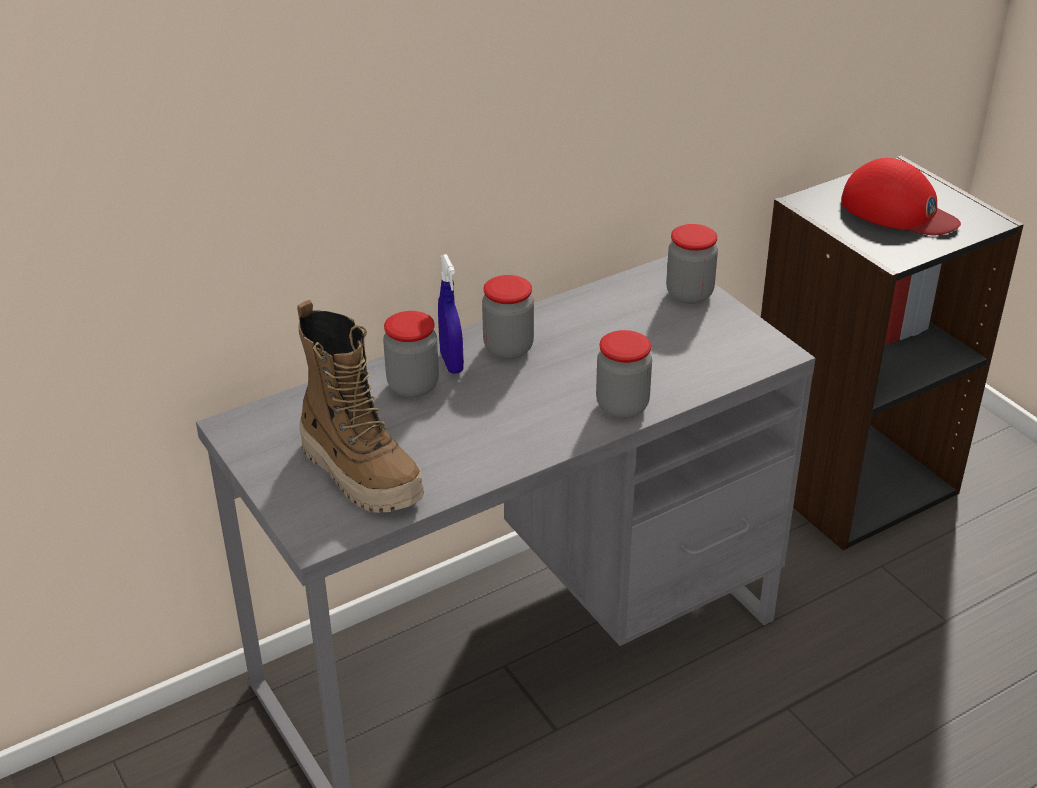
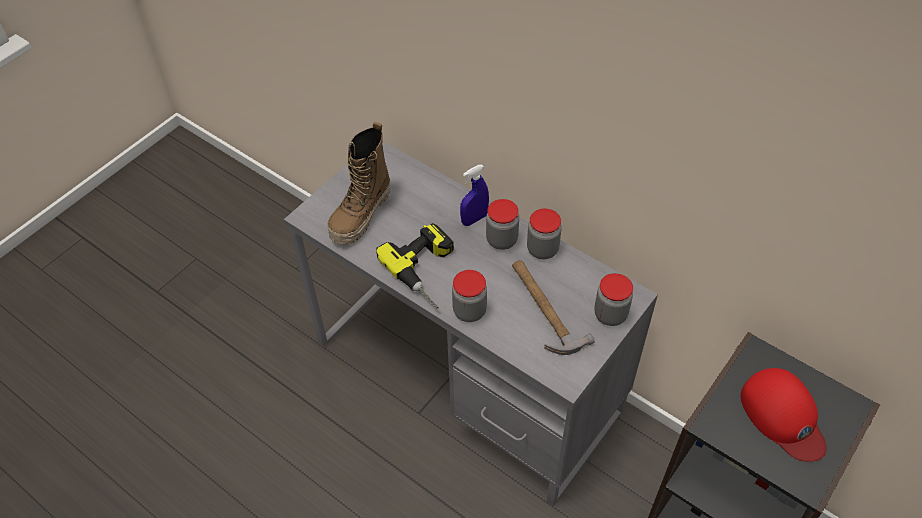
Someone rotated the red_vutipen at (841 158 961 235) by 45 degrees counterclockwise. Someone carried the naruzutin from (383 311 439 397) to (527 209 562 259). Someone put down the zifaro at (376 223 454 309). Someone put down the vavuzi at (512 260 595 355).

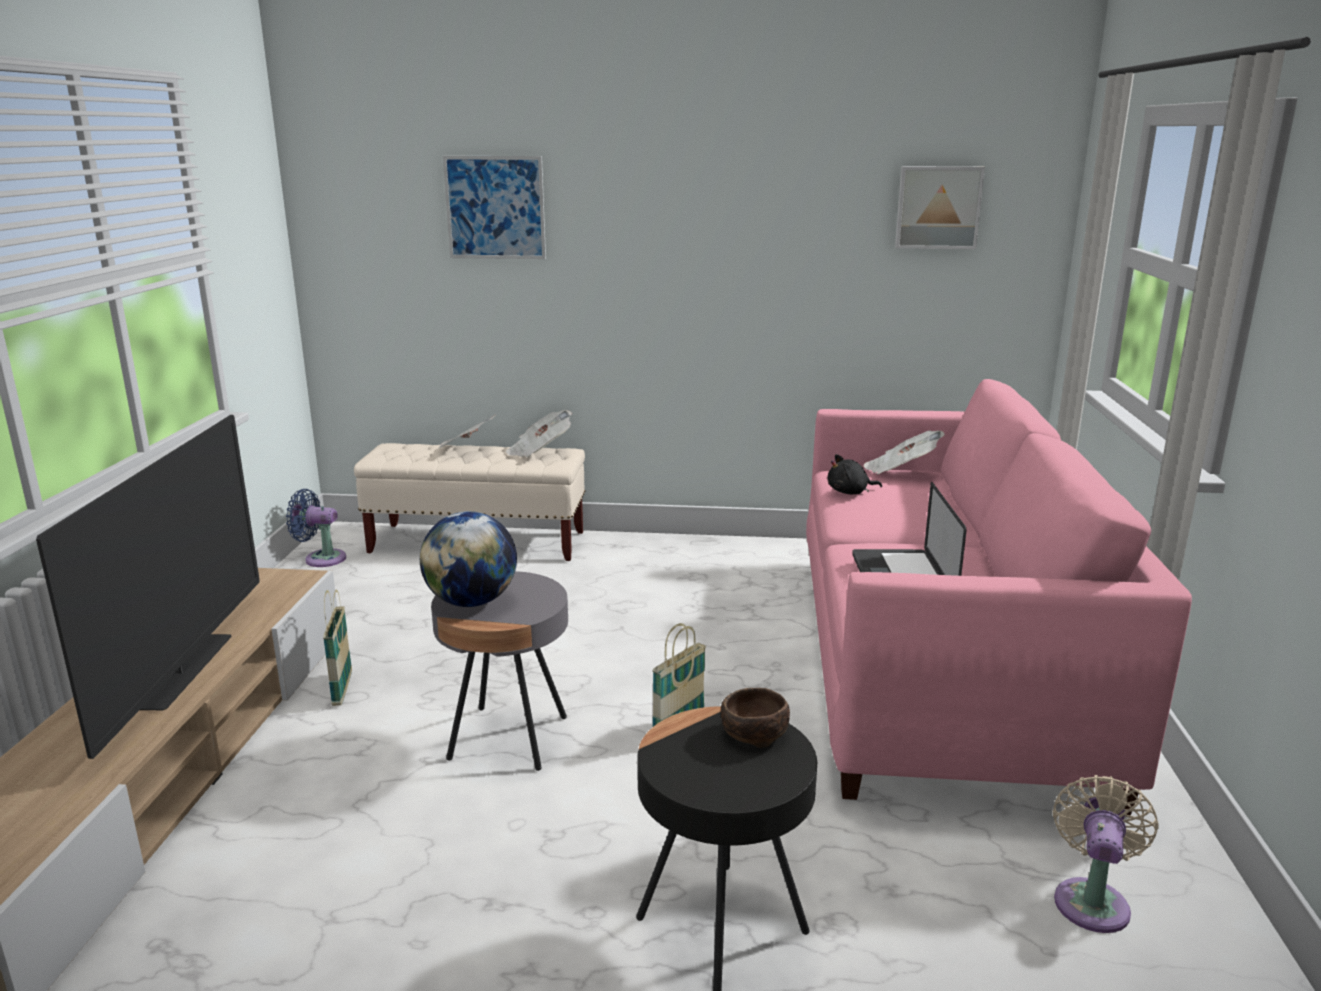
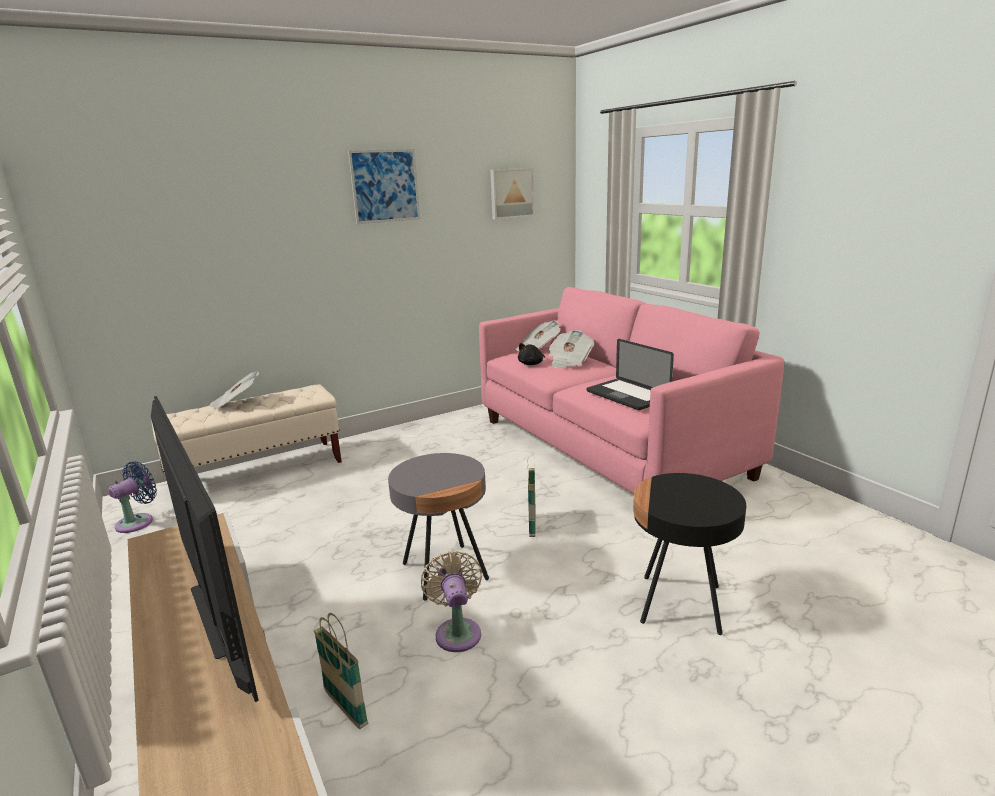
Someone carried the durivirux from (443 156 546 259) to (348 149 420 224). Someone carried the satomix from (506 410 572 457) to (549 330 594 368). Someone rotated the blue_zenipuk at (286 489 346 567) by 150 degrees clockwise. Someone took away the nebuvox at (420 511 517 607). Someone carried the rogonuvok from (323 589 352 706) to (314 613 368 729). Someone took away the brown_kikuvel at (721 688 790 748). Someone carried the beige_zenipuk from (1053 775 1158 933) to (421 551 482 652).

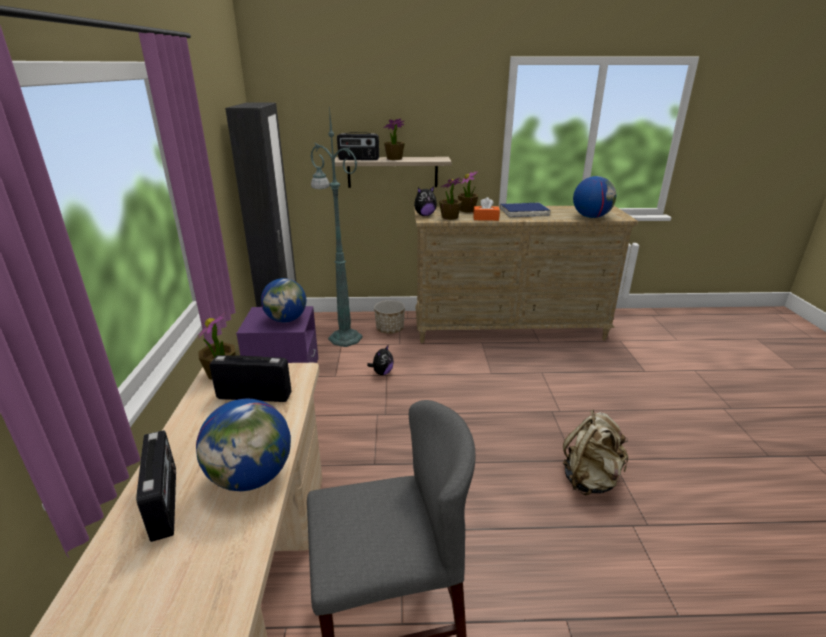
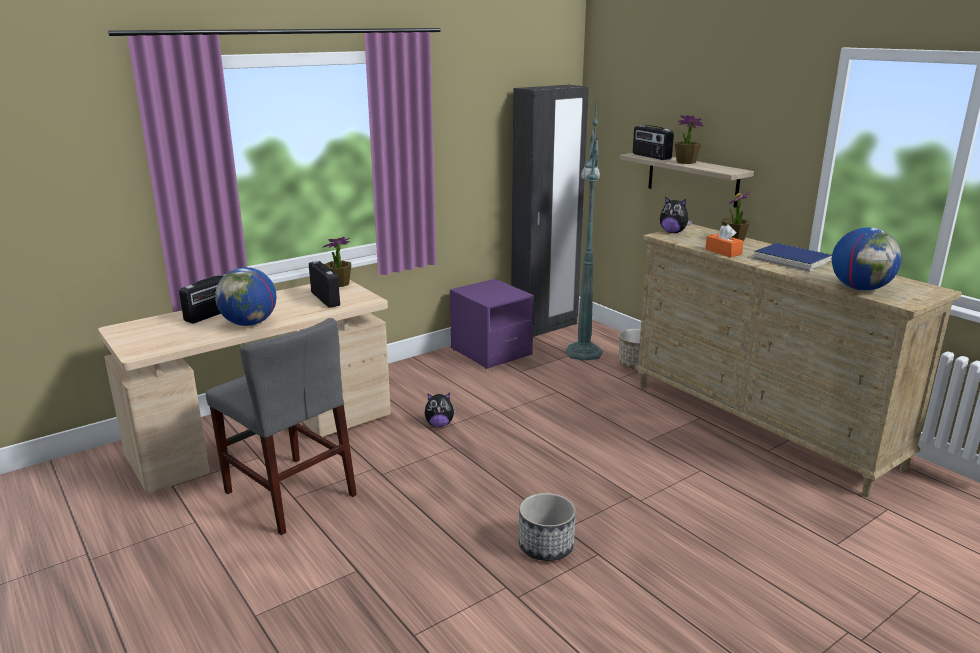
Someone took away the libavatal at (439 177 462 220). Someone took away the nebuvox at (261 278 306 323). Someone carried the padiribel from (367 345 394 375) to (425 393 456 427). Someone swapped the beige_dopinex at (563 410 628 495) for the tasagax at (519 493 576 561).

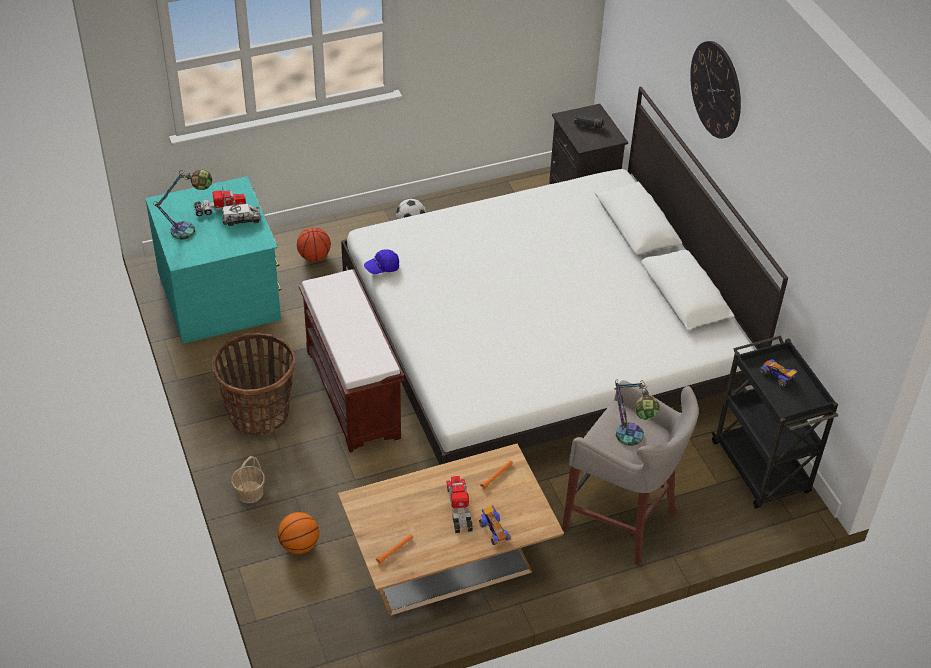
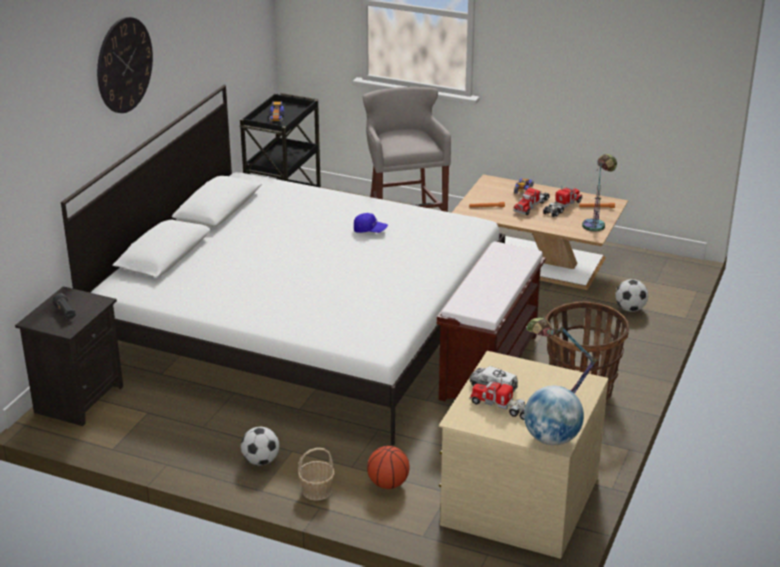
Someone repainted the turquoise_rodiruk at (145 176 282 344), which became the beige_rodiruk at (439 351 609 559). Someone carried the blue_vutipen from (364 249 399 274) to (354 213 388 233). Someone carried the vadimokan from (615 379 660 446) to (582 154 617 232). Someone carried the rogonuvok from (231 456 265 503) to (298 448 335 501). Someone swapped the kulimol at (278 512 319 554) for the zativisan at (615 279 648 312). Someone put down the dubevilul at (543 186 582 218). Someone put down the nebuvox at (524 385 584 445).

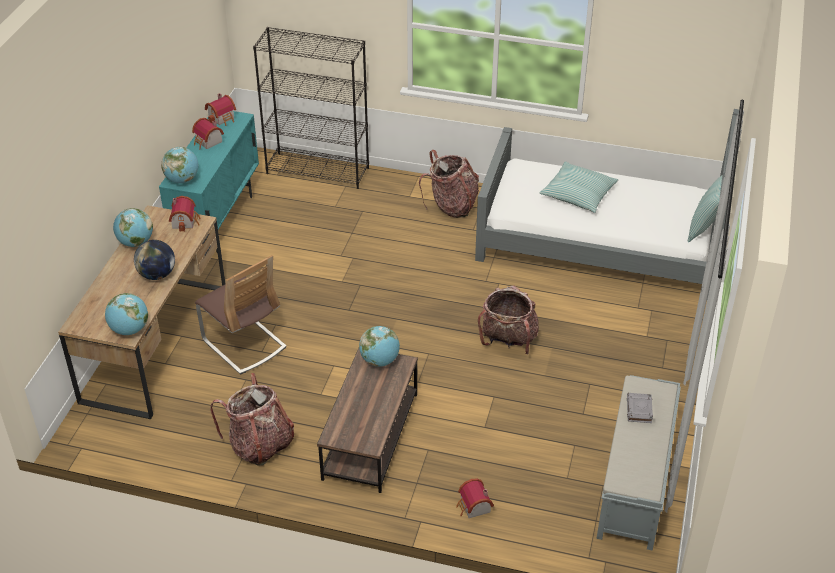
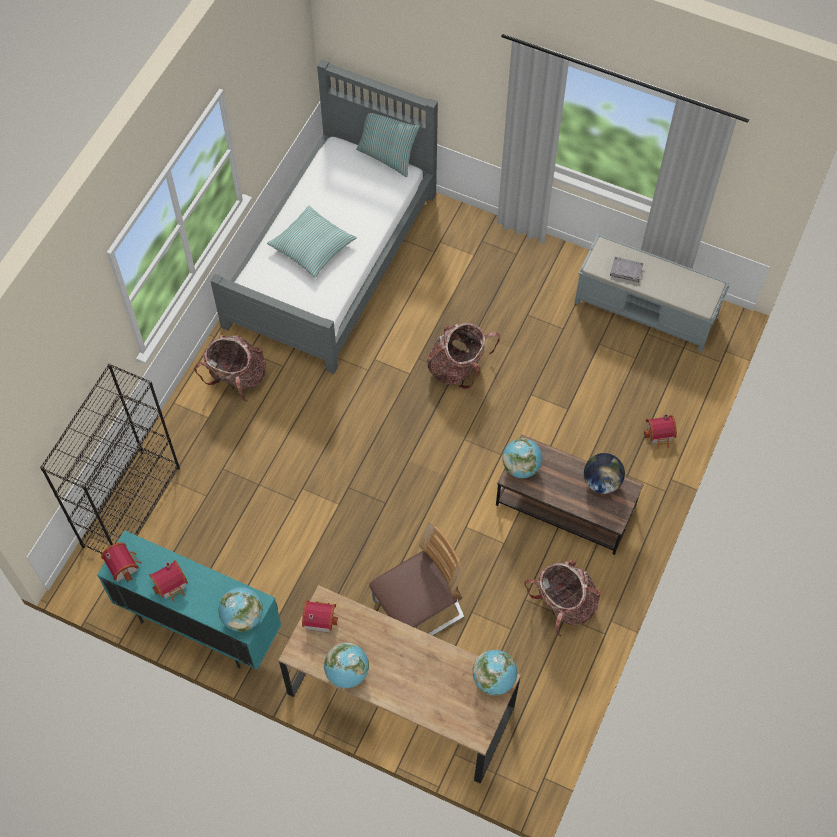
Someone carried the nebuvox from (134 240 175 280) to (584 453 625 494).

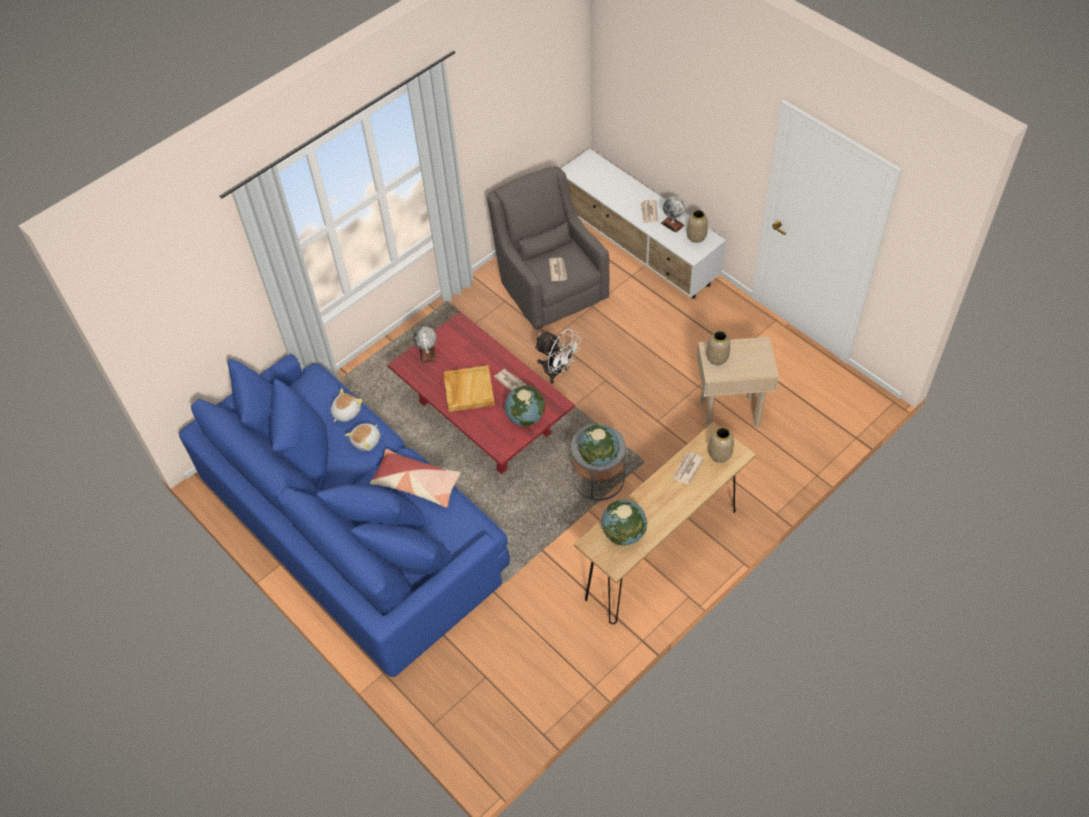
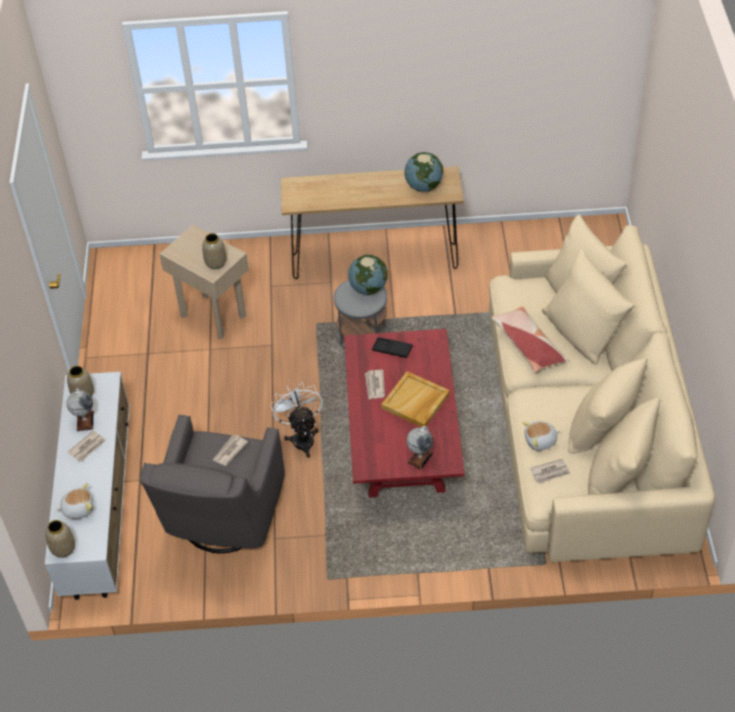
Someone repainted the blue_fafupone at (179 354 510 677), which became the beige_fafupone at (489 214 715 562). Someone swapped the nebuvox at (505 386 545 427) for the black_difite at (372 337 413 358). Someone carried the padiribel from (345 423 380 451) to (56 483 93 519). Someone carried the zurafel from (708 427 734 463) to (45 520 75 558). Someone carried the satomix from (673 452 705 484) to (529 458 571 484).

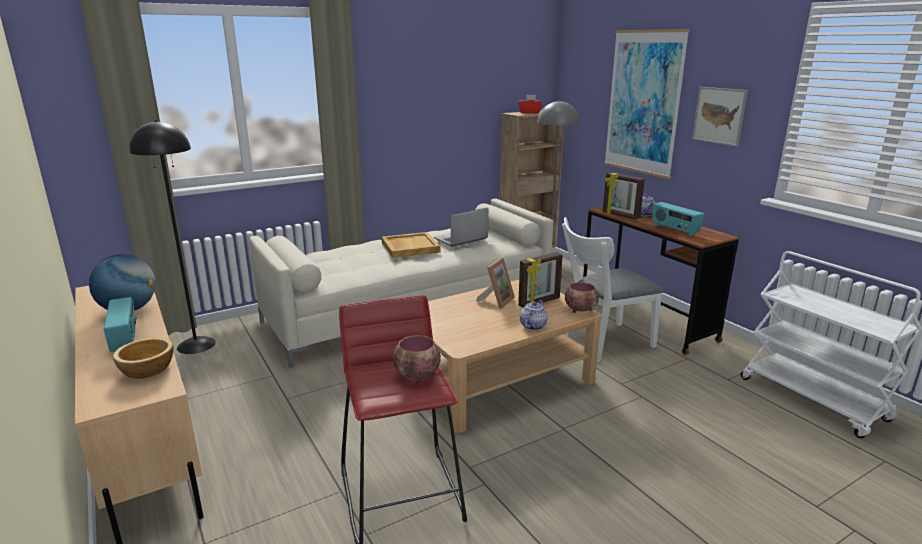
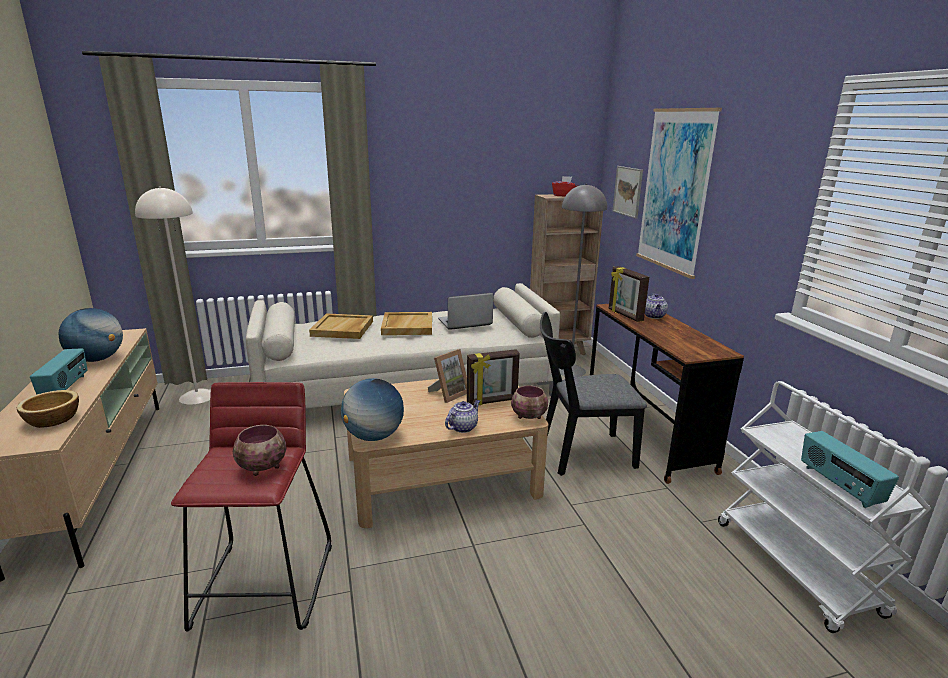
Someone carried the durivirux from (692 87 748 147) to (613 166 643 219). Someone repainted the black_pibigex at (129 120 216 354), which became the beige_pibigex at (135 186 211 405). Someone carried the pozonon from (652 202 705 237) to (801 431 899 508). Someone repainted the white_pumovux at (562 217 664 363), which became the black_pumovux at (540 312 647 476). Someone put down the beige_difite at (309 313 373 339). Someone put down the nebuvox at (341 378 404 441).

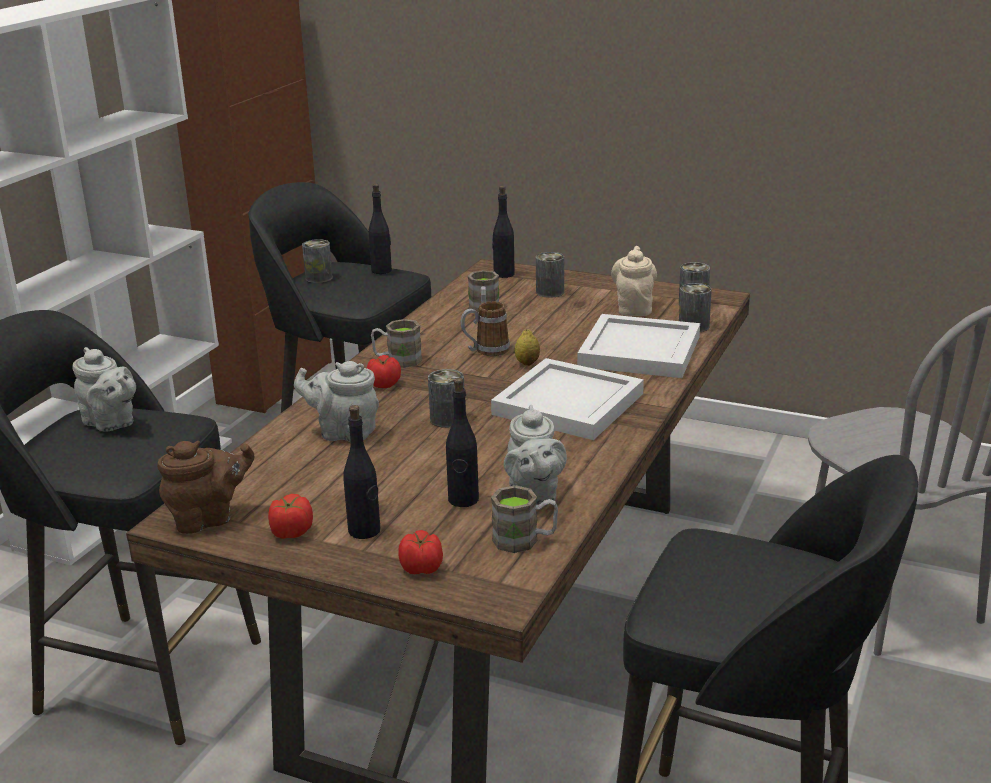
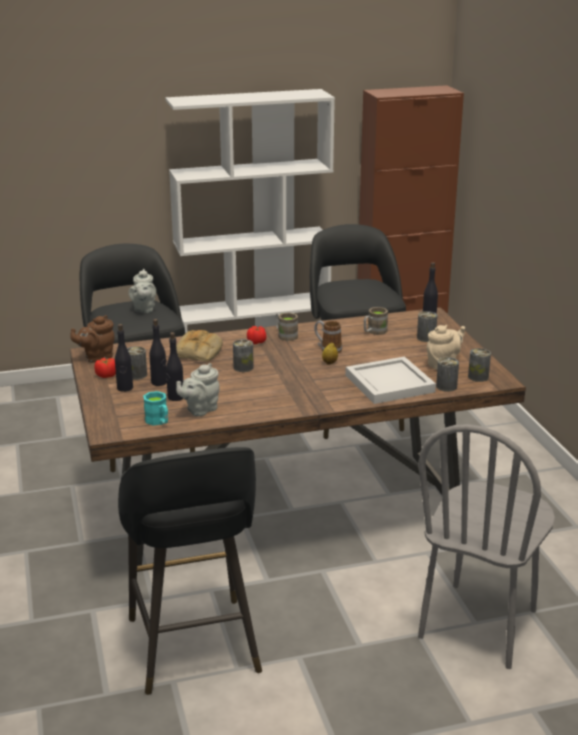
Someone carried the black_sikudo from (369 184 392 274) to (149 319 167 386). Someone carried the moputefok from (302 239 333 283) to (127 346 147 380). Someone took away the white_difite at (491 358 644 440). Someone swapped the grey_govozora at (294 361 379 442) for the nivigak at (176 330 223 361). Someone rotated the brown_govozora at (157 441 254 534) by 120 degrees clockwise. Someone repainted the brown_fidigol at (491 485 558 553), which became the turquoise_fidigol at (143 391 168 426). Someone took away the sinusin at (398 530 443 574).

